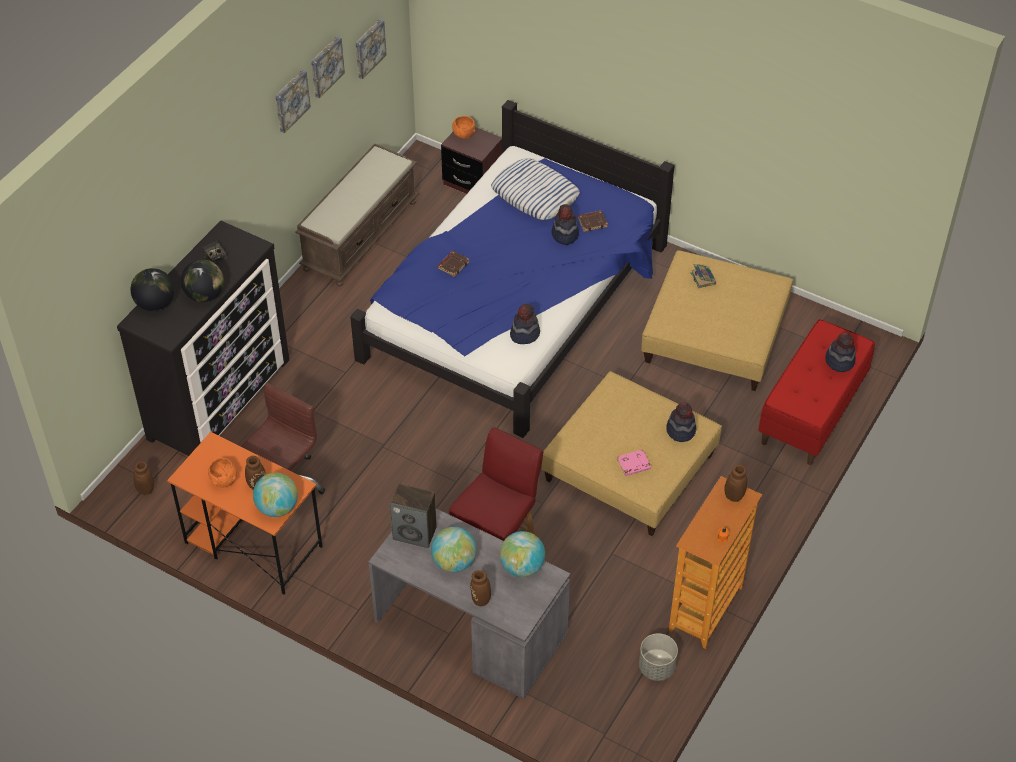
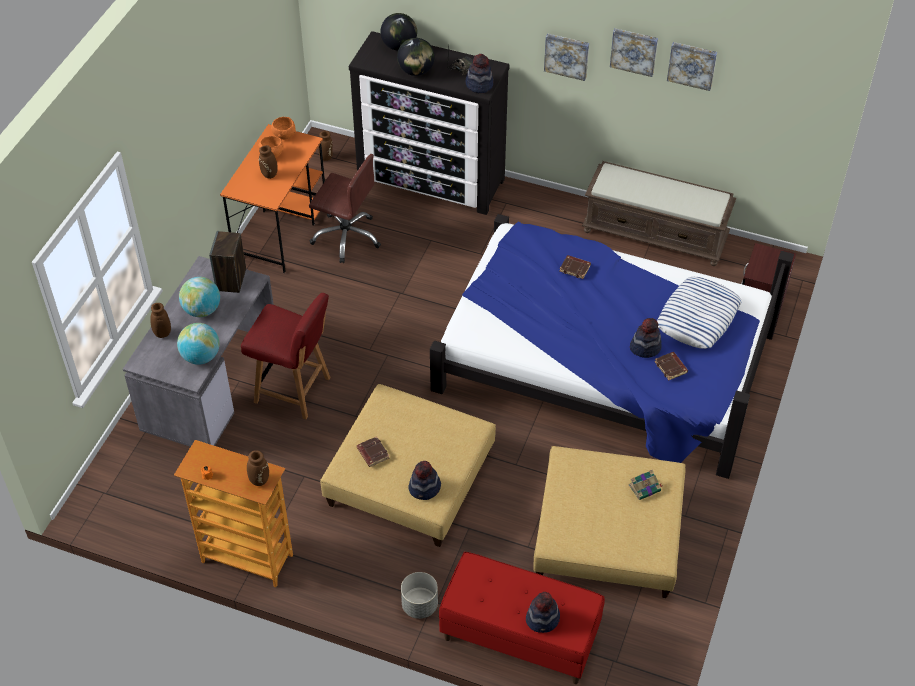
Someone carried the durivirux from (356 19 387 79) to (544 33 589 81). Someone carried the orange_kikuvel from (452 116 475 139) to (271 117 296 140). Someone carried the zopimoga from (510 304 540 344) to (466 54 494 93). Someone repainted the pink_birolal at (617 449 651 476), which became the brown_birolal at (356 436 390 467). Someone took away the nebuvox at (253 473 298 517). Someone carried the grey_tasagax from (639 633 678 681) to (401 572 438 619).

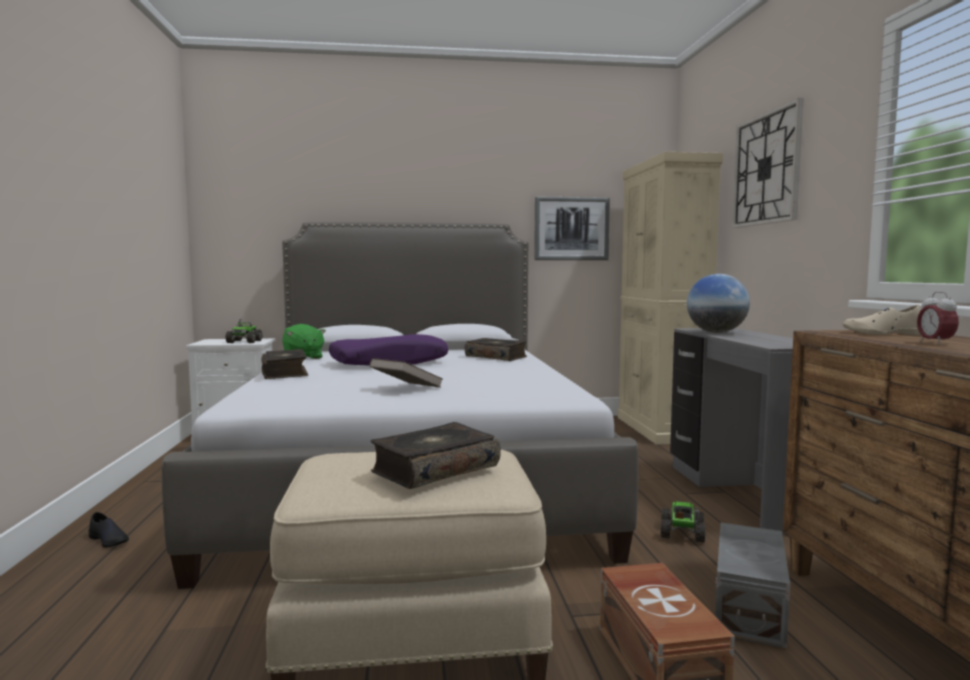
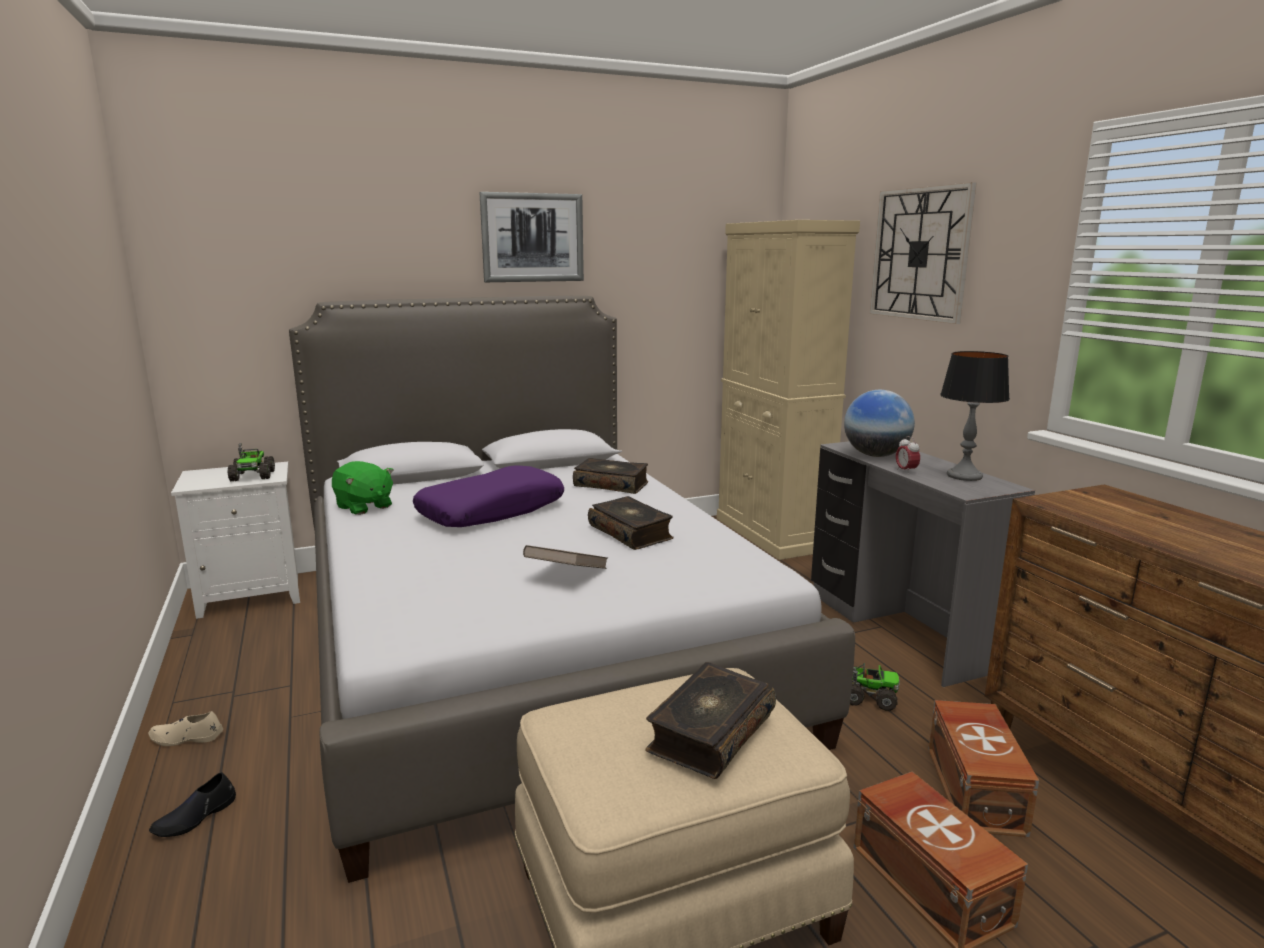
Someone carried the durivirux from (534 196 610 260) to (480 192 584 282). Someone carried the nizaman from (917 292 959 345) to (896 436 920 474). Someone carried the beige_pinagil from (842 304 921 335) to (148 711 223 746). Someone carried the birolal from (262 349 308 379) to (588 496 674 550). Someone rotated the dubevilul at (660 501 705 543) by 105 degrees clockwise. Someone rotated the black_pinagil at (88 512 129 548) by 105 degrees clockwise. Someone repainted the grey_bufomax at (715 523 790 649), which became the brown_bufomax at (928 700 1039 837). Someone put down the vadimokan at (940 351 1010 481).

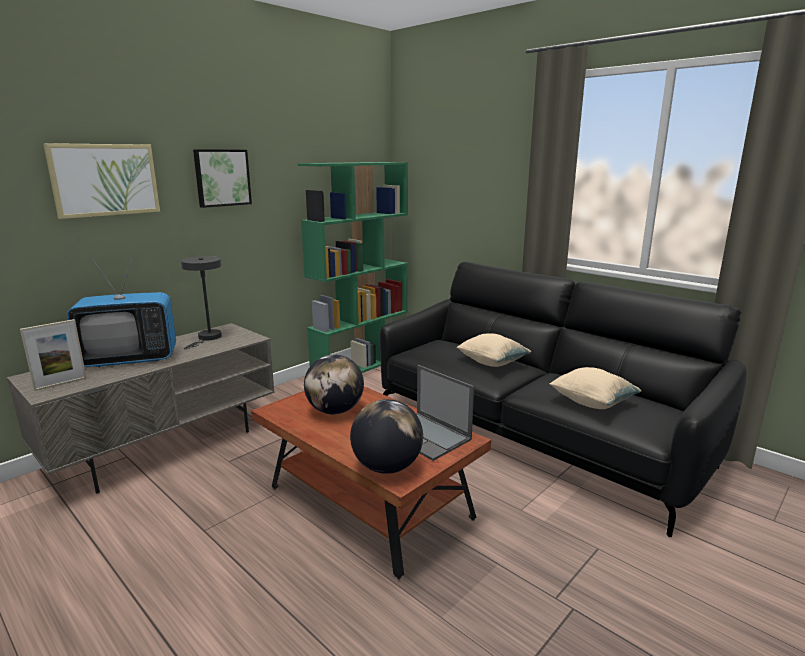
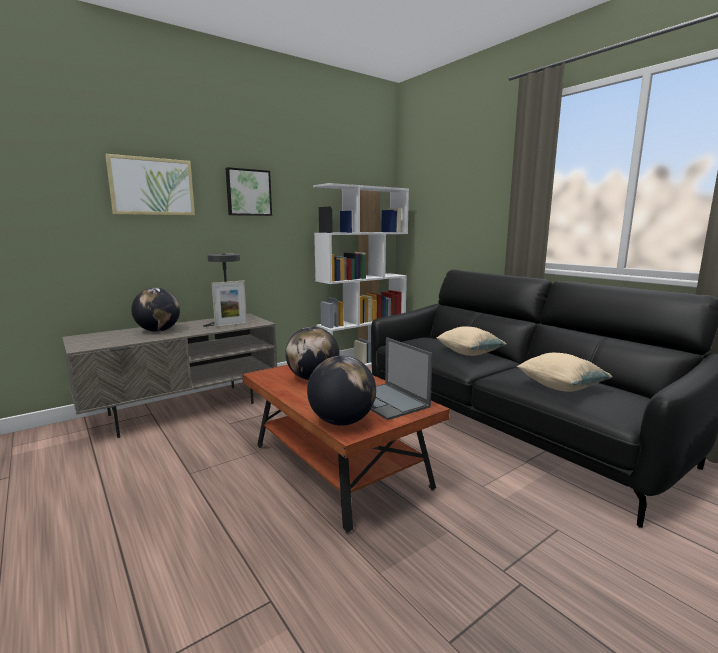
Someone repainted the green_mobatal at (298 162 408 373), which became the white_mobatal at (313 183 409 366). Someone swapped the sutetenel at (67 254 176 367) for the nebuvox at (131 288 180 332). Someone carried the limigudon from (20 319 87 391) to (212 281 247 328).

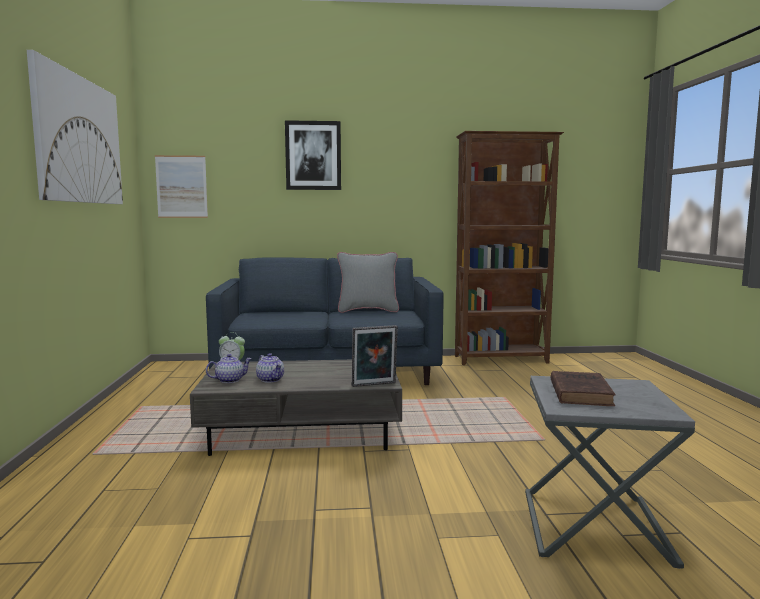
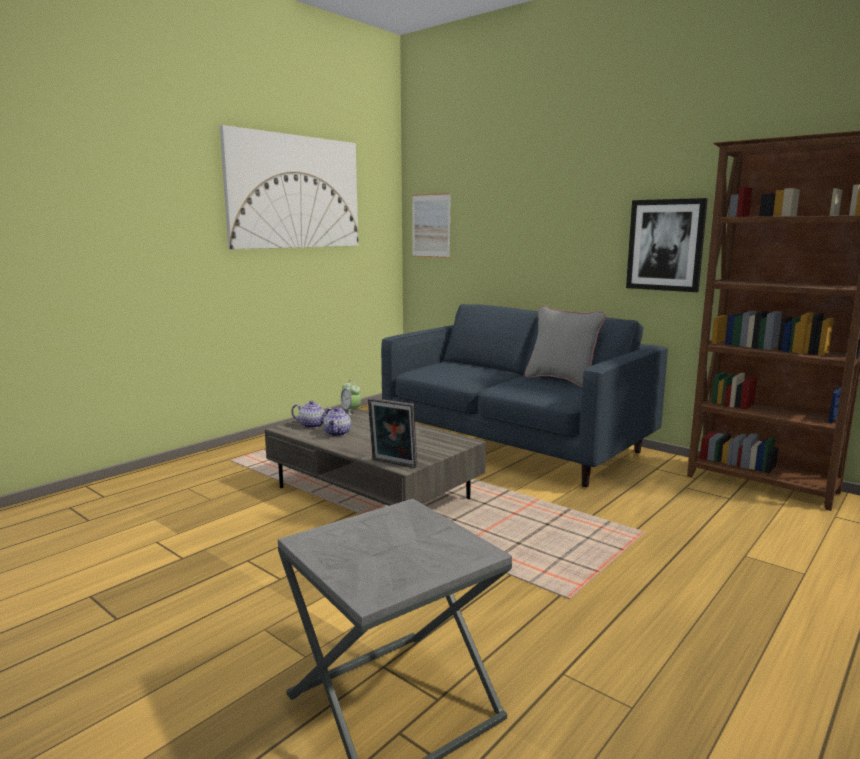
Someone carried the durivirux from (285 120 341 190) to (626 198 708 292). Someone took away the brown_birolal at (551 371 616 406).

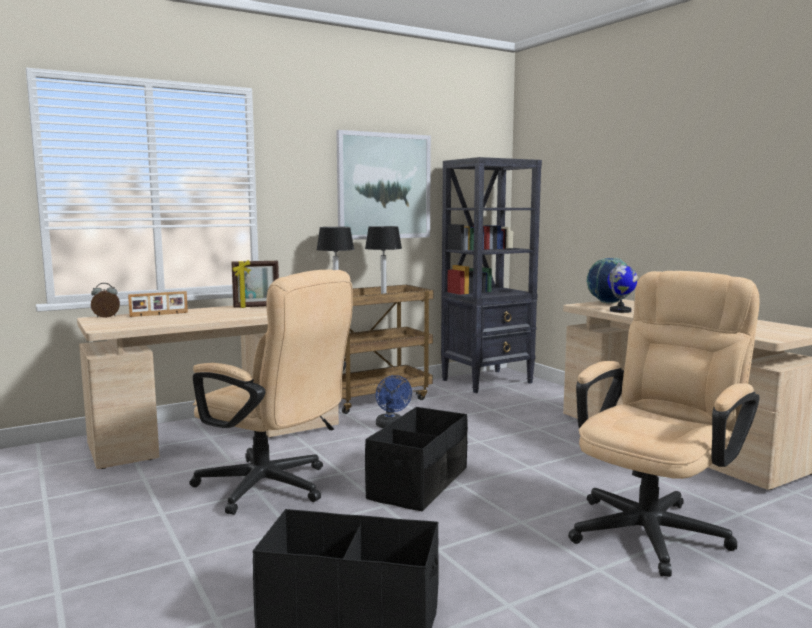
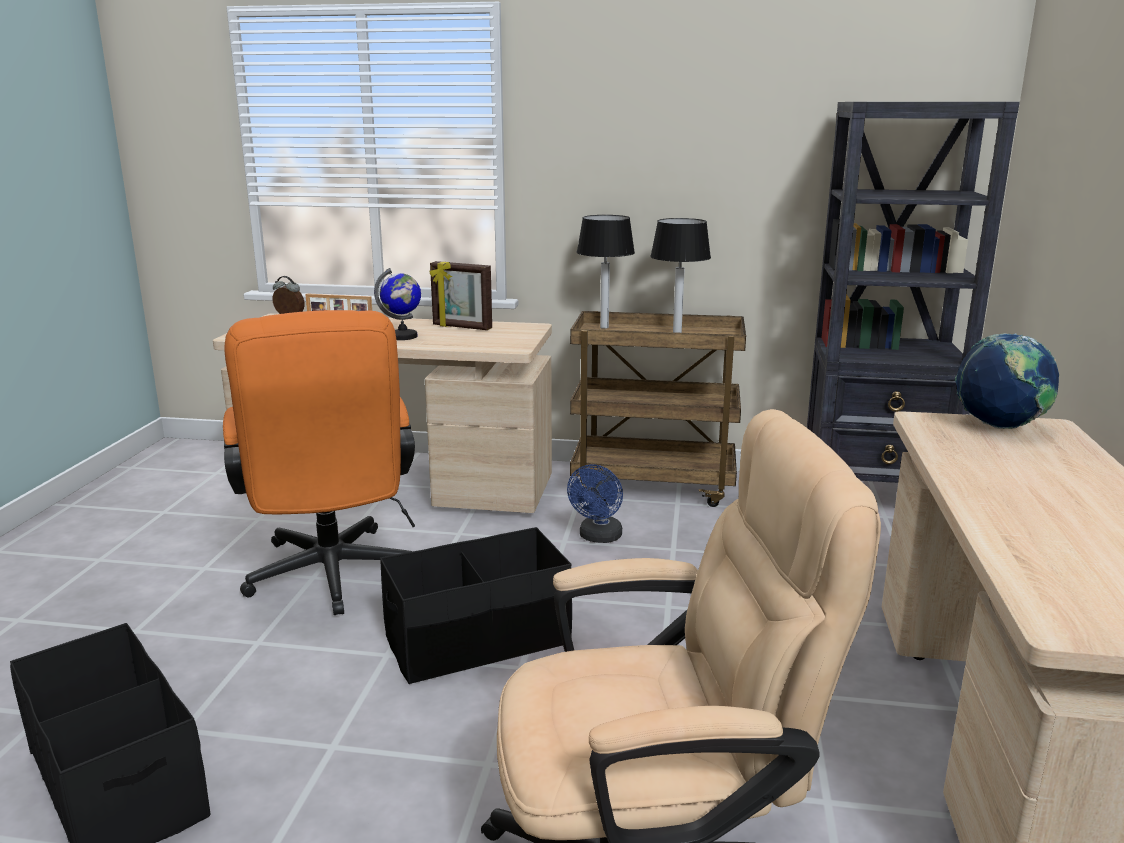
Someone took away the durivirux at (336 130 431 240). Someone carried the nebuvox from (607 262 638 313) to (374 268 421 340). Someone repainted the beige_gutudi at (189 270 353 515), which became the orange_gutudi at (223 310 415 615).

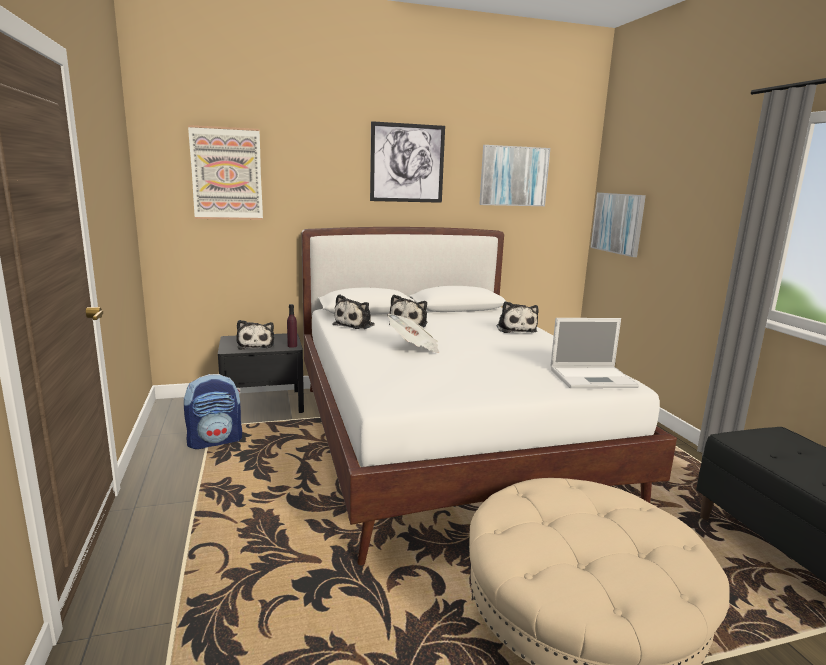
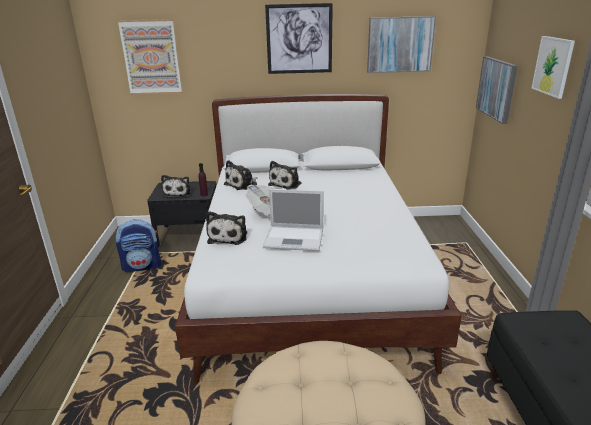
Someone carried the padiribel from (497 301 539 333) to (206 211 247 245). Someone carried the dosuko from (550 318 639 388) to (263 189 324 251). Someone put up the durivirux at (531 36 575 99).

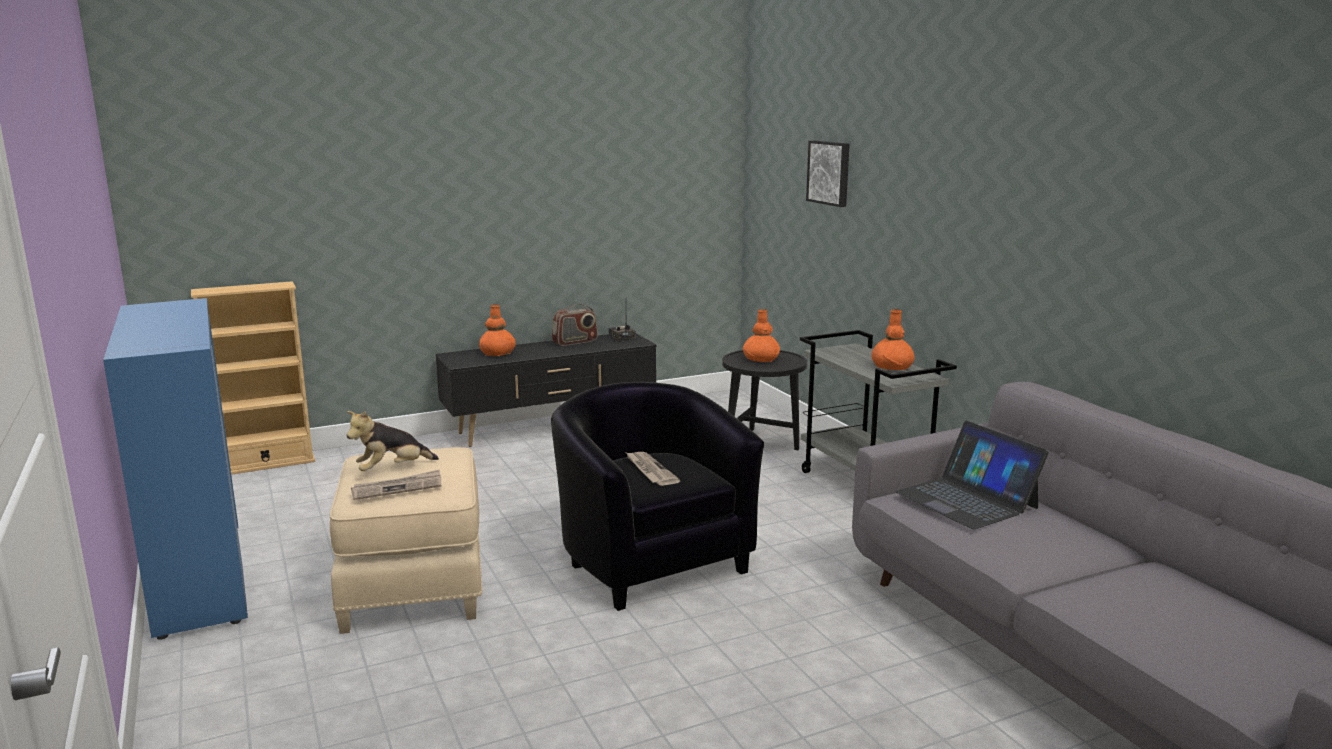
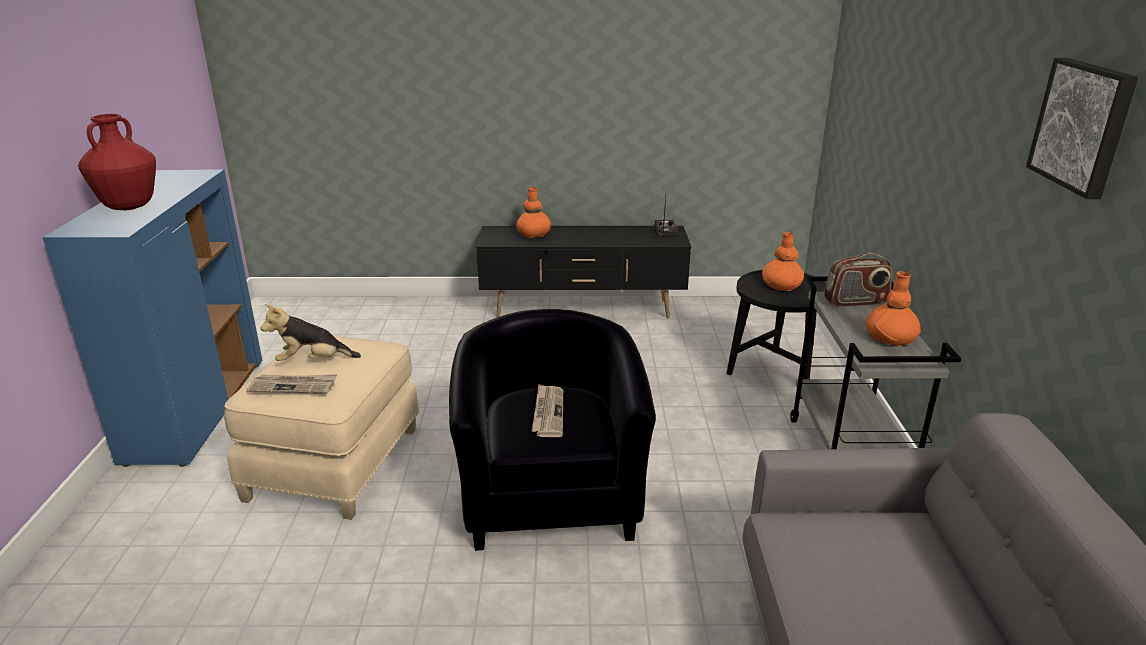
Someone carried the durivirux from (806 141 850 207) to (1026 58 1138 199). Someone took away the beige_mobatal at (191 281 315 475). Someone carried the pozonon from (552 304 598 346) to (824 252 892 307). Someone took away the dosuko at (895 421 1049 529). Someone put down the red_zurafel at (78 114 156 210).

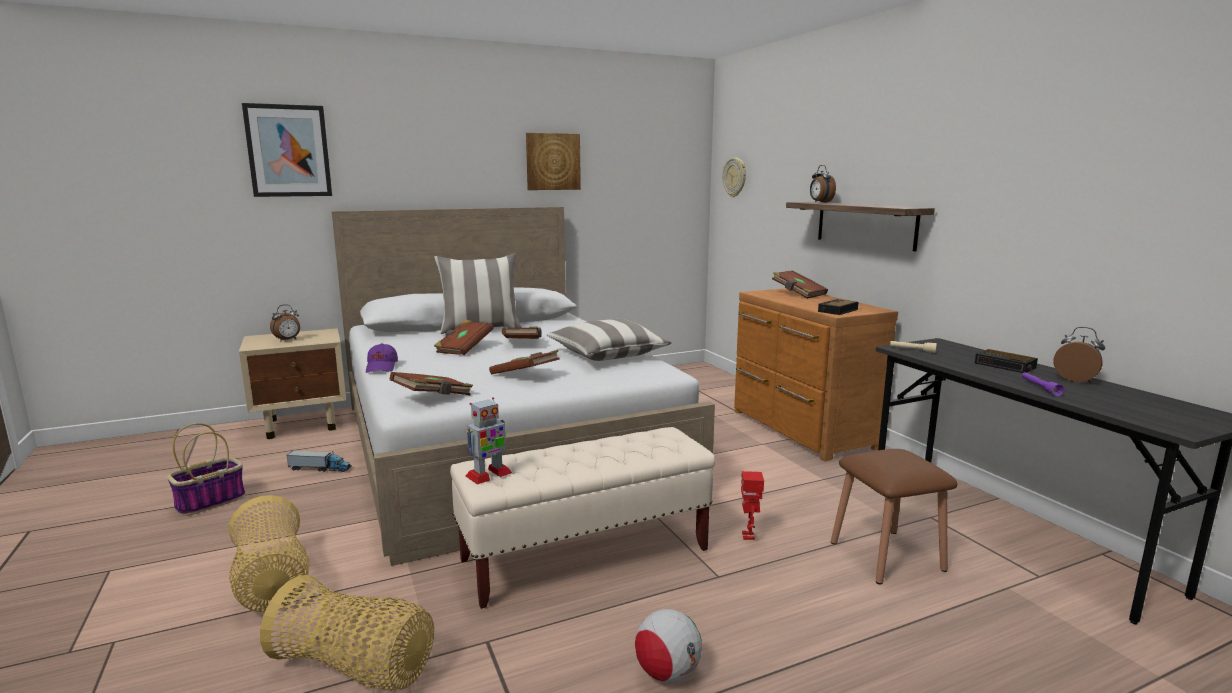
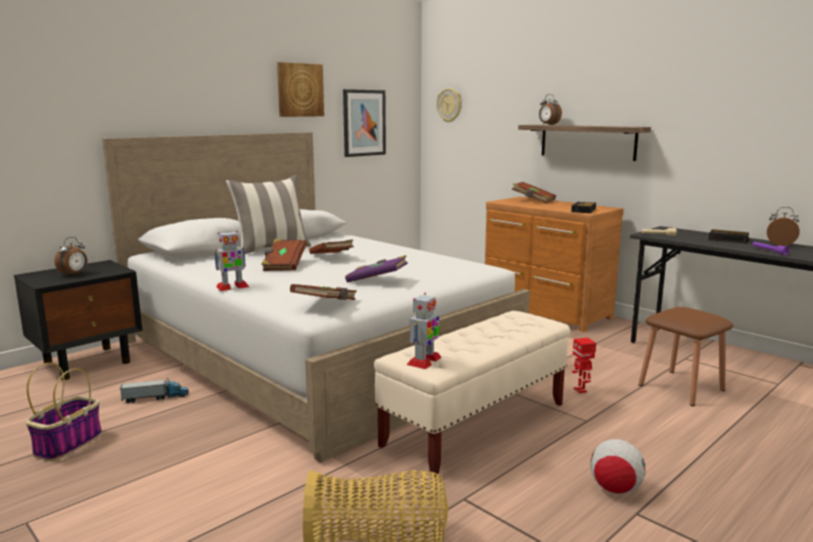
Someone carried the durivirux from (242 103 332 197) to (343 89 386 157). Someone took away the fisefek at (546 319 672 361). Someone repainted the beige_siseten at (239 328 346 439), which became the black_siseten at (14 260 142 380). Someone swapped the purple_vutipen at (366 343 398 373) for the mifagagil at (214 231 249 291). Someone repainted the brown_birolal at (489 350 560 374), which became the purple_birolal at (345 255 408 283). Someone took away the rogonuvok at (229 495 309 612).

